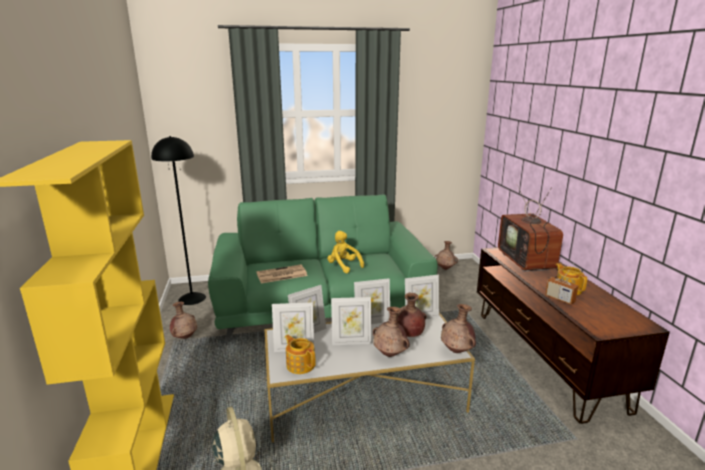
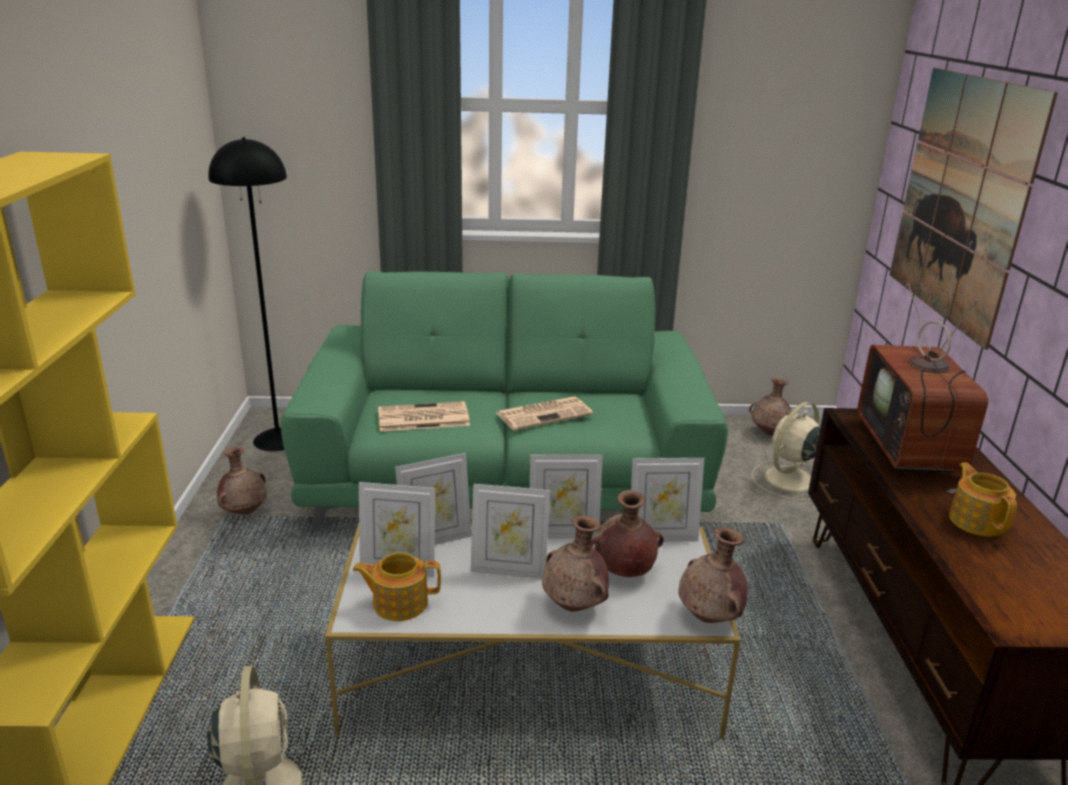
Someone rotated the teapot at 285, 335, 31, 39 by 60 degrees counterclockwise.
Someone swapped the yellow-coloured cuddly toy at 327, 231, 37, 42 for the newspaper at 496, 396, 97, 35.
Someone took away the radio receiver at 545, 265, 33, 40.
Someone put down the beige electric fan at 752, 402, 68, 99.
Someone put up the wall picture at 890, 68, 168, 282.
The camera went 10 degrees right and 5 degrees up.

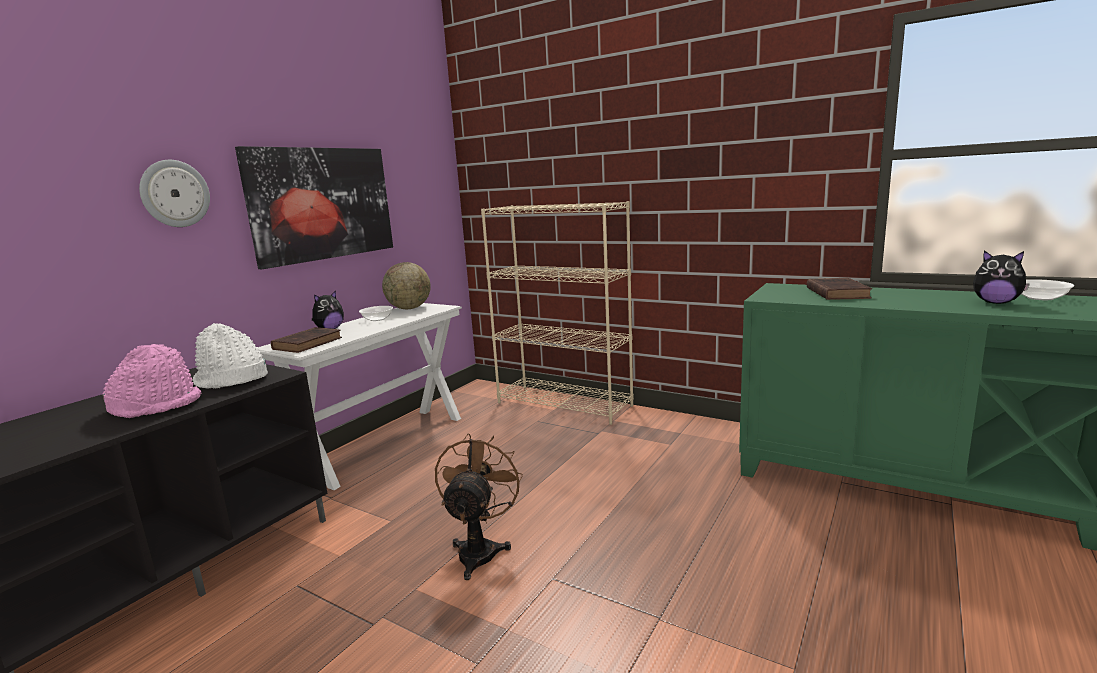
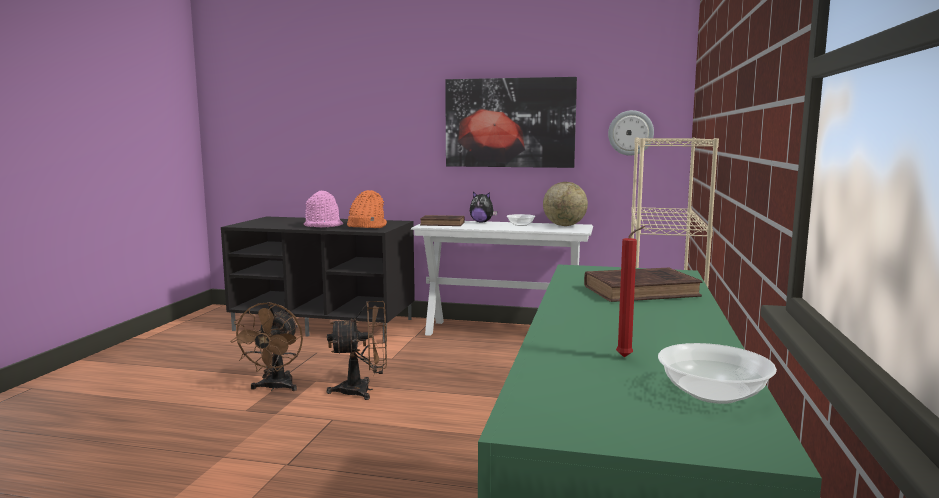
Someone carried the clock on the wall from 139, 160, 71, 67 to 608, 110, 46, 46.
Someone repainted the white-coloured hat at 193, 323, 75, 66, which became the orange hat at 347, 190, 40, 38.
Someone swapped the cuddly toy at 973, 251, 57, 53 for the red wax light at 616, 226, 29, 132.
Someone put down the brownish electric fan at 230, 302, 73, 89.
The camera went 70 degrees right and 5 degrees down.

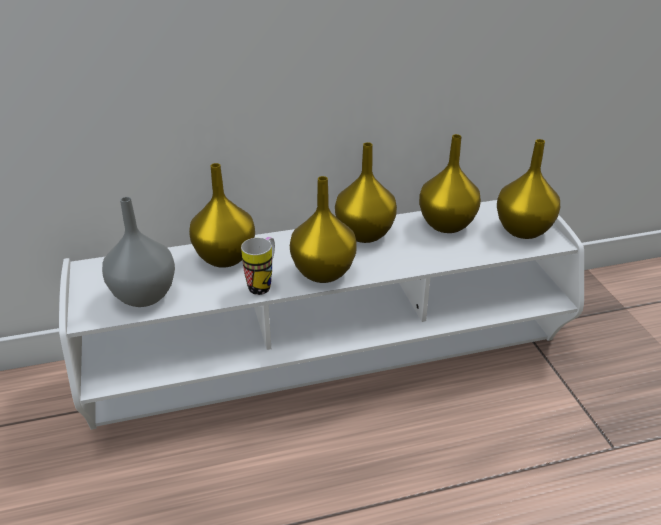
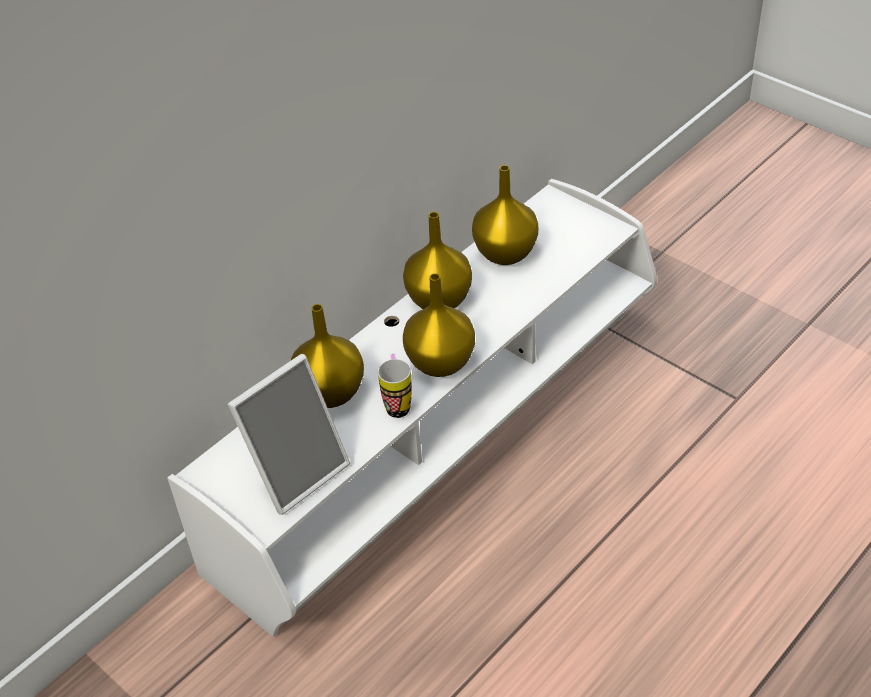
Someone swapped the gray decorative vase at 102, 197, 73, 110 for the photo frame at 228, 354, 122, 161.
Someone took away the yellow-coloured decorative vase at 497, 139, 63, 100.
The camera went 30 degrees left and 10 degrees up.

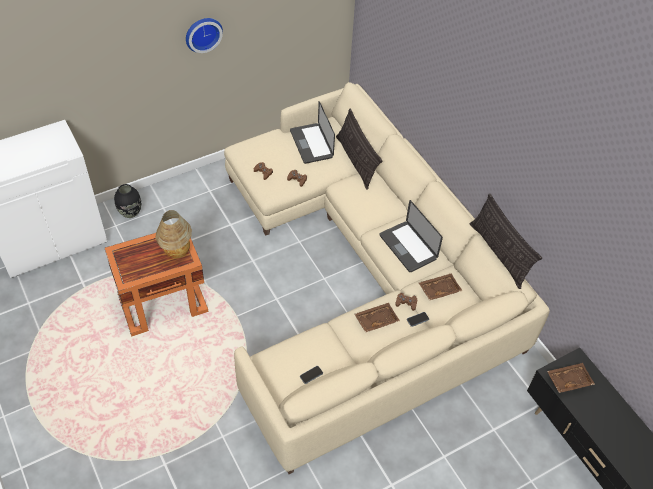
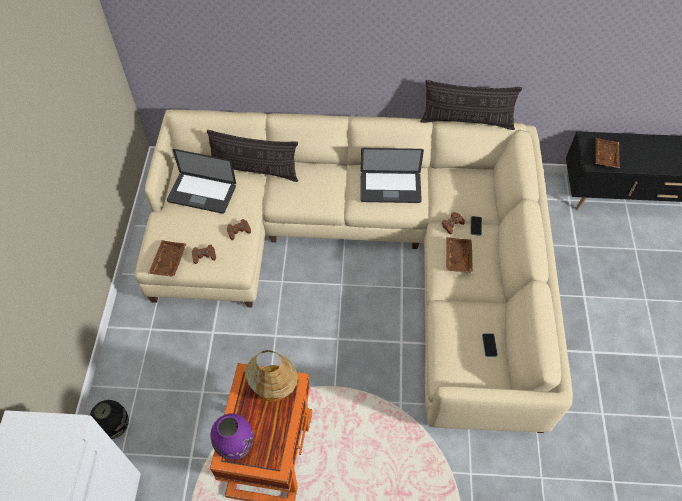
Someone took away the clock on the wall at 186, 18, 37, 35.
Someone carried the brownish serving tray from 419, 274, 43, 26 to 148, 240, 38, 37.
Someone put down the purple decorative vase at 210, 413, 43, 47.
The camera went 55 degrees left and 5 degrees up.

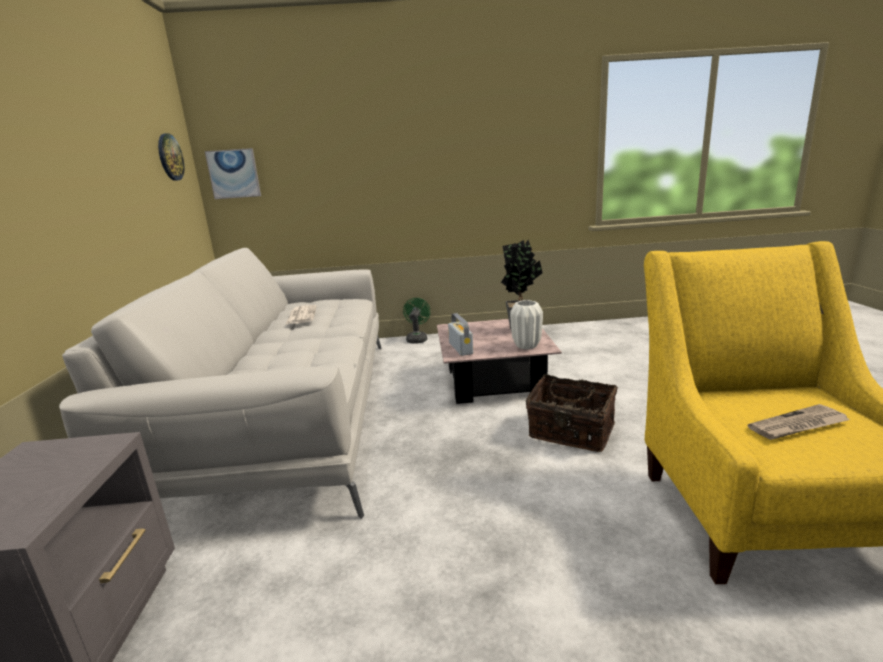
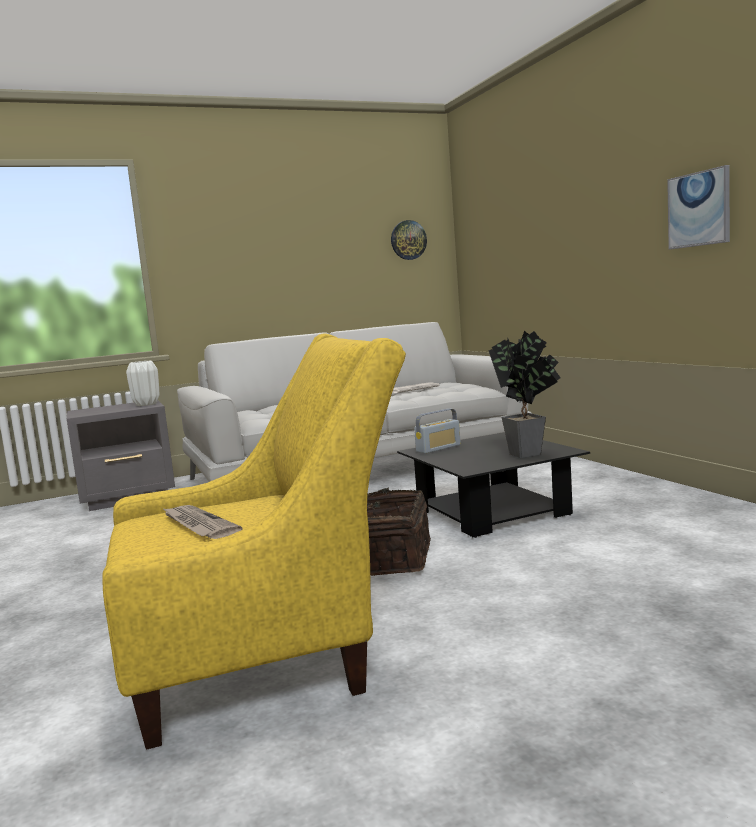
Someone carried the wall picture from 205, 148, 56, 51 to 667, 165, 63, 84.
Someone took away the greenish electric fan at 403, 298, 28, 45.
Someone repainted the pinkish coffee table at 437, 319, 125, 85, which became the black-coloured coffee table at 397, 432, 193, 106.
Someone carried the white-coloured decorative vase from 510, 300, 33, 49 to 126, 361, 33, 45.
The camera went 70 degrees right and 10 degrees down.

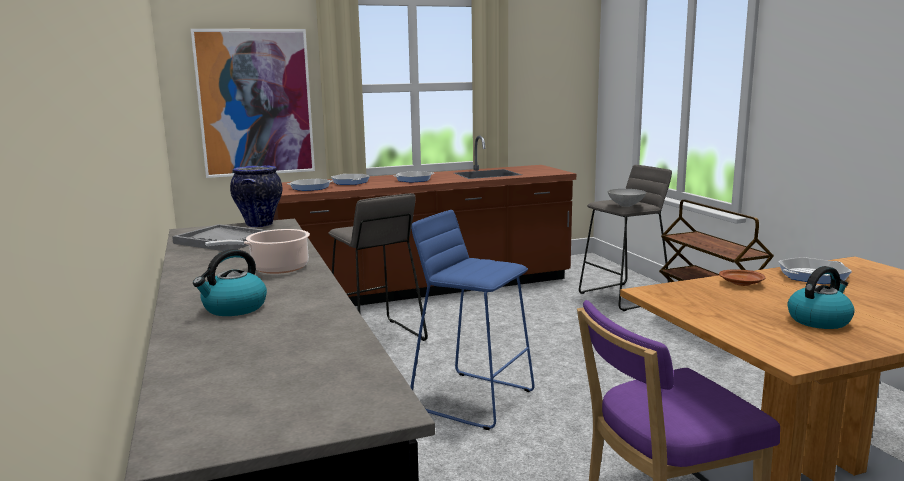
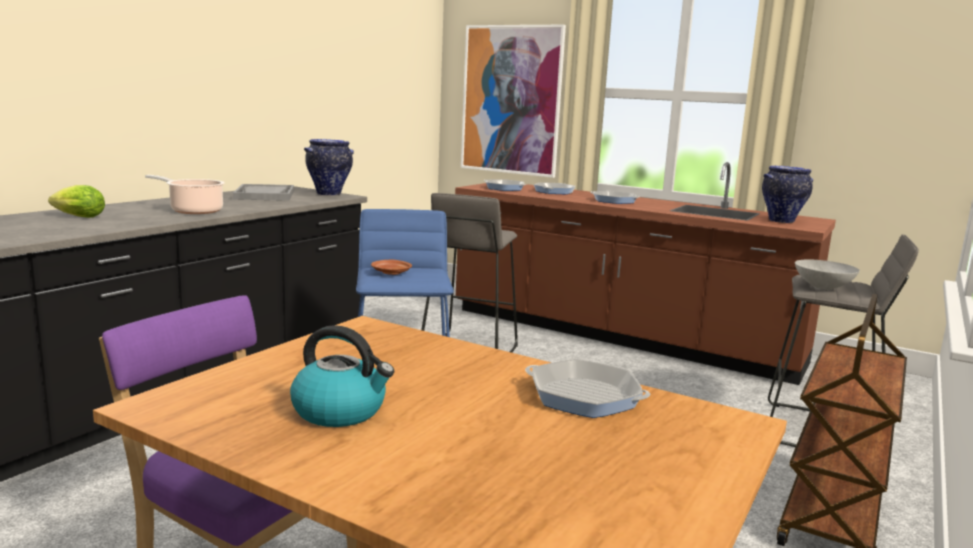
Someone swapped the kettle at 193, 249, 74, 67 for the head of lettuce at 48, 185, 57, 33.
Someone carried the brownish plate from 719, 270, 47, 16 to 371, 260, 41, 15.
Someone put down the decorative vase at 762, 166, 51, 57.
The camera went 50 degrees right and 0 degrees up.

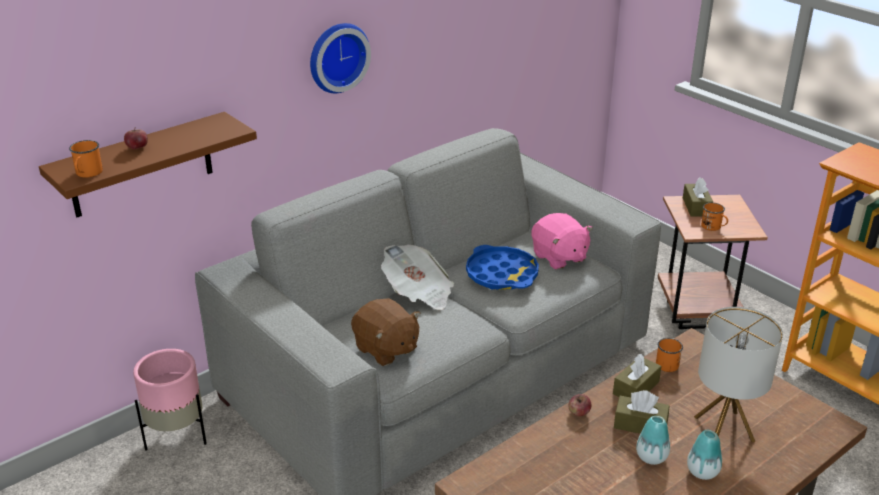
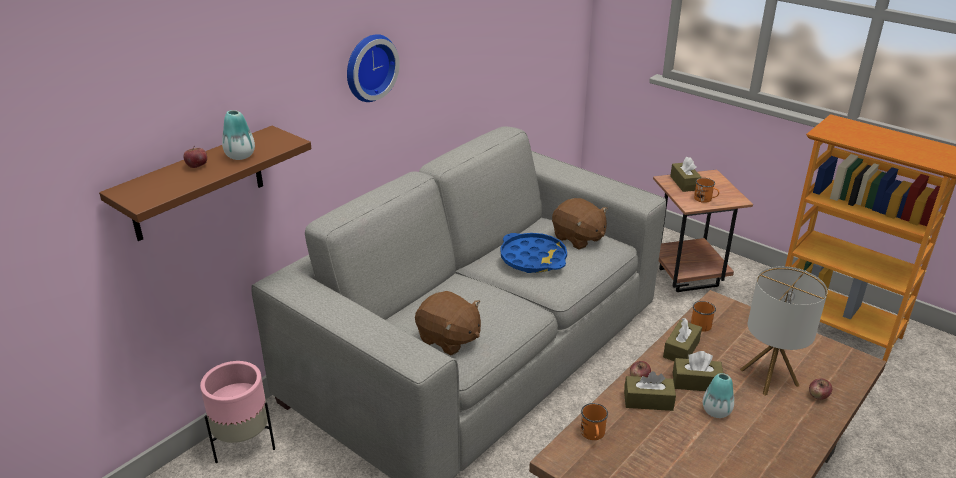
Someone carried the orange coffee mug from 69, 140, 34, 37 to 581, 403, 27, 37.
Someone took away the newspaper at 381, 245, 73, 65.
Someone repainted the pinkish cuddly toy at 531, 213, 62, 57, which became the brownish cuddly toy at 552, 198, 56, 52.
Someone carried the decorative vase from 687, 430, 35, 50 to 222, 110, 33, 50.
Someone put down the brownish box of tissues at 624, 371, 52, 40.
Someone put down the whole apple at 809, 378, 23, 22.
The camera went 10 degrees left and 0 degrees up.

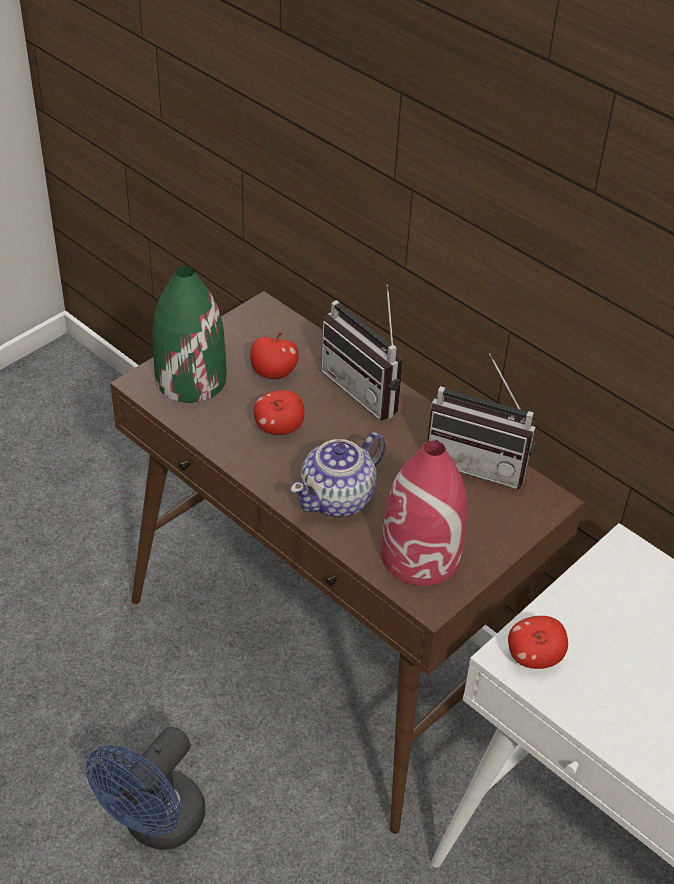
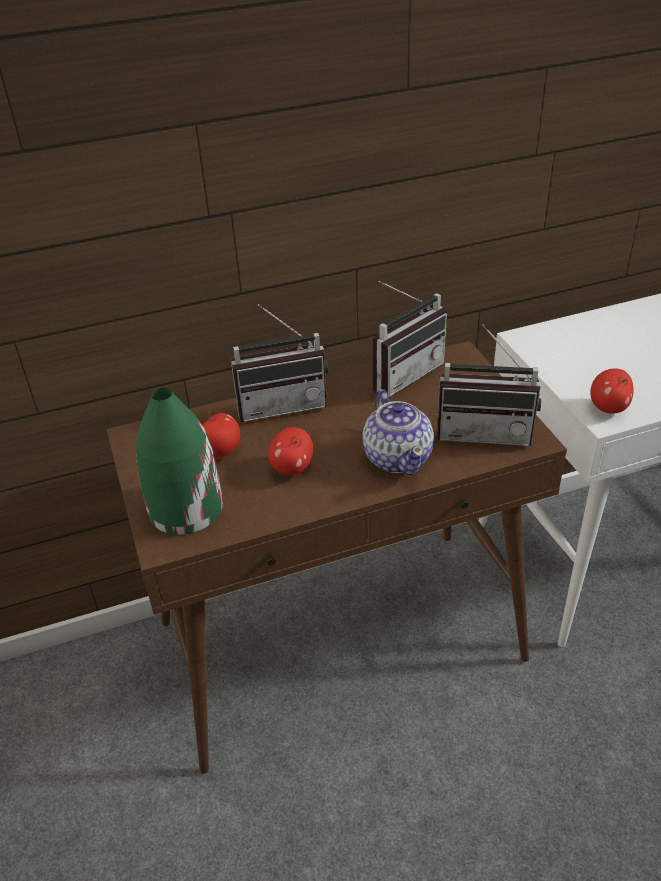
Someone took away the blue-coloured electric fan at 86, 727, 119, 123.
Someone swapped the red decorative vase at 381, 440, 86, 146 for the radio receiver at 437, 324, 104, 122.
The camera went 60 degrees left and 5 degrees down.

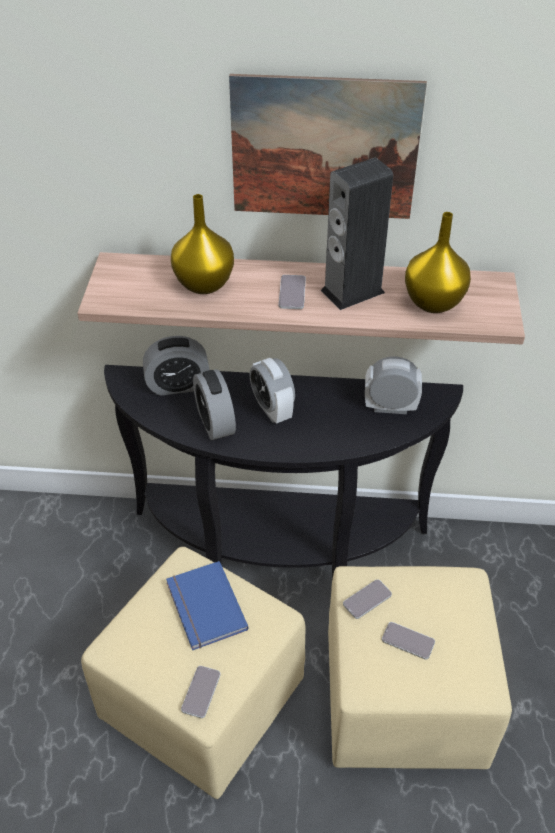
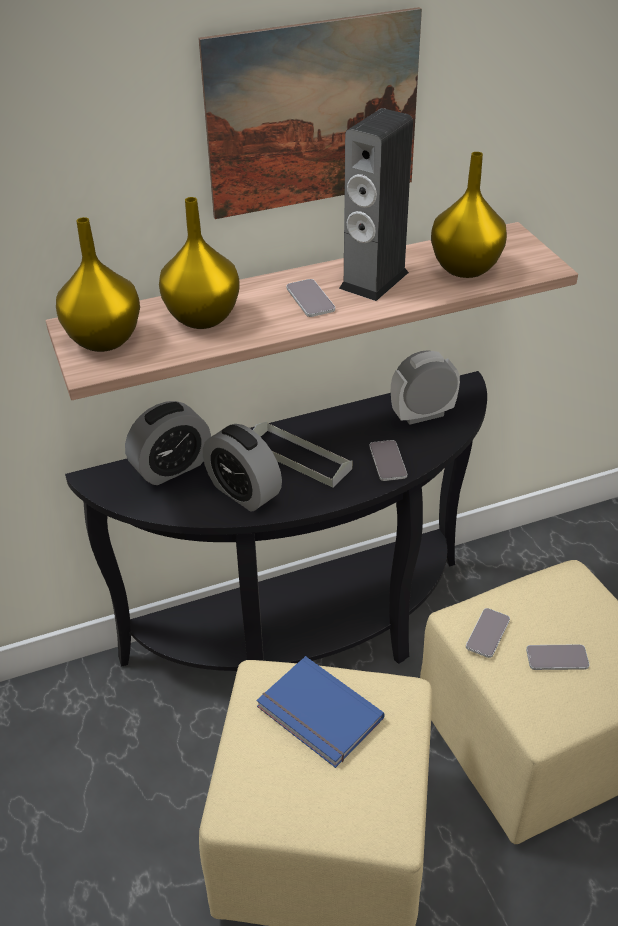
Someone carried the phone from 181, 666, 40, 52 to 369, 440, 38, 41.
Someone swapped the bedside clock at 249, 358, 46, 66 for the gray serving tray at 253, 422, 99, 66.
Someone put down the yellow-coloured decorative vase at 56, 217, 84, 135.
The camera went 25 degrees left and 5 degrees down.

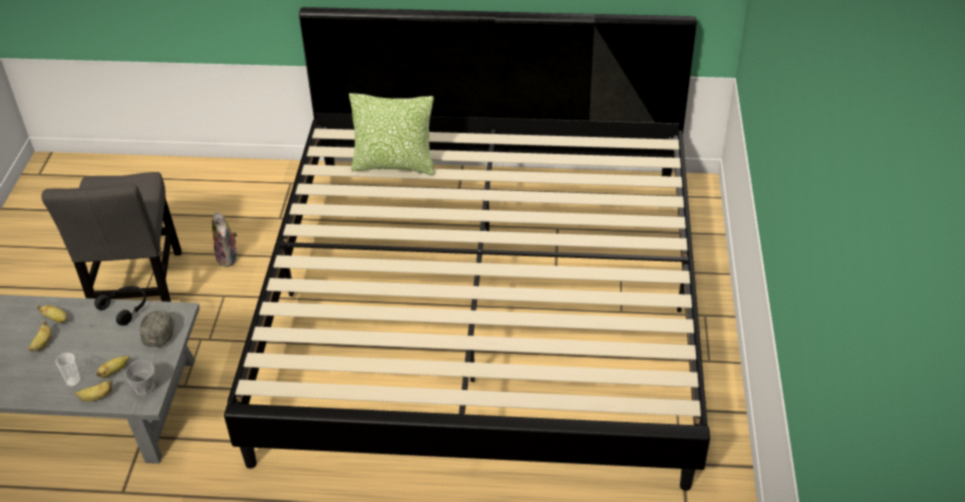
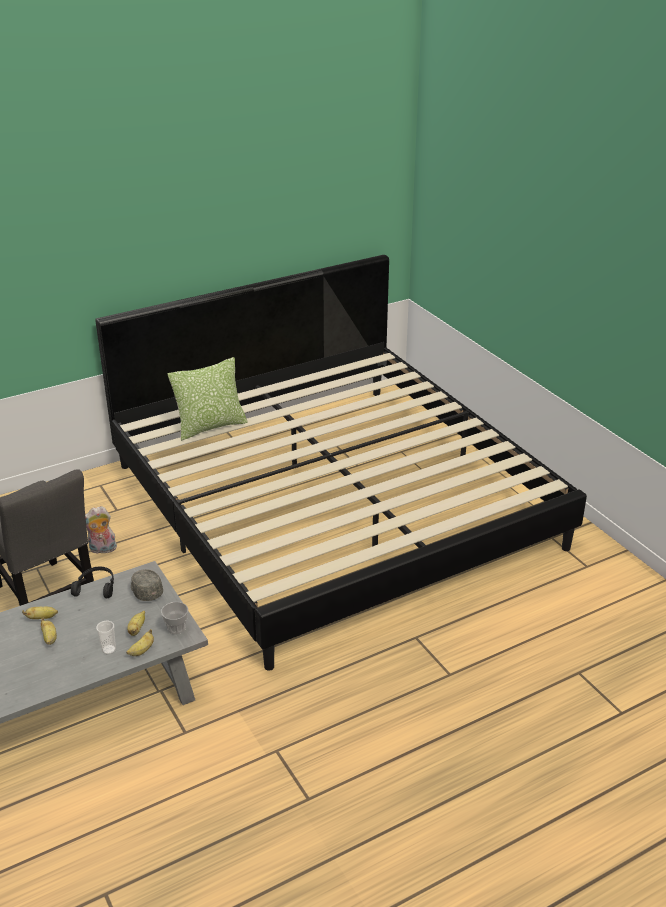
Someone rotated the cuddly toy at 212, 212, 25, 55 by 135 degrees clockwise.
The camera went 35 degrees left and 10 degrees down.

